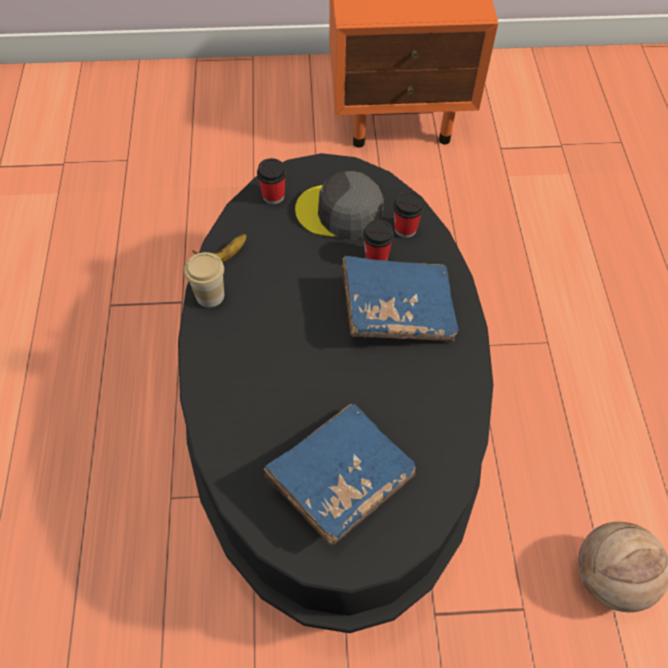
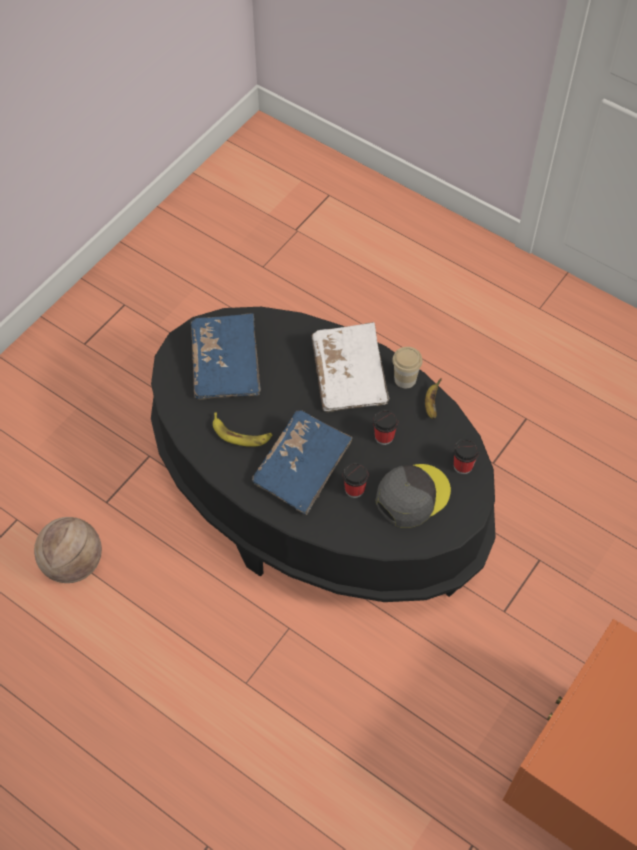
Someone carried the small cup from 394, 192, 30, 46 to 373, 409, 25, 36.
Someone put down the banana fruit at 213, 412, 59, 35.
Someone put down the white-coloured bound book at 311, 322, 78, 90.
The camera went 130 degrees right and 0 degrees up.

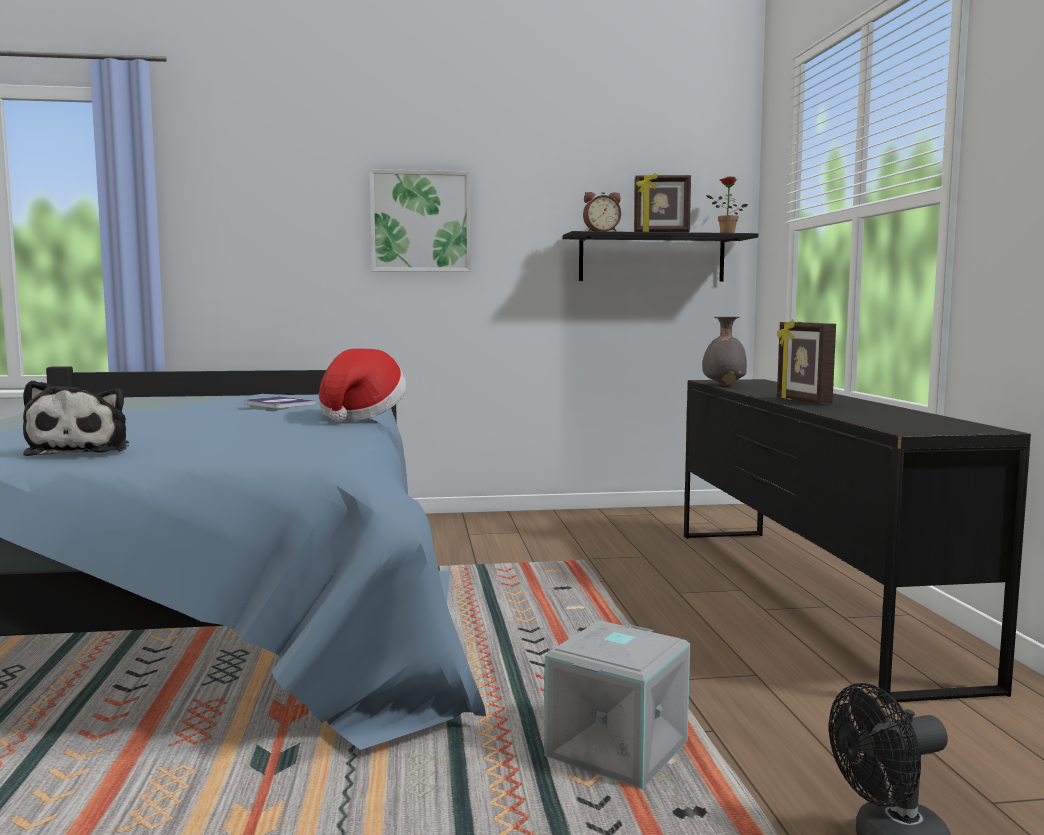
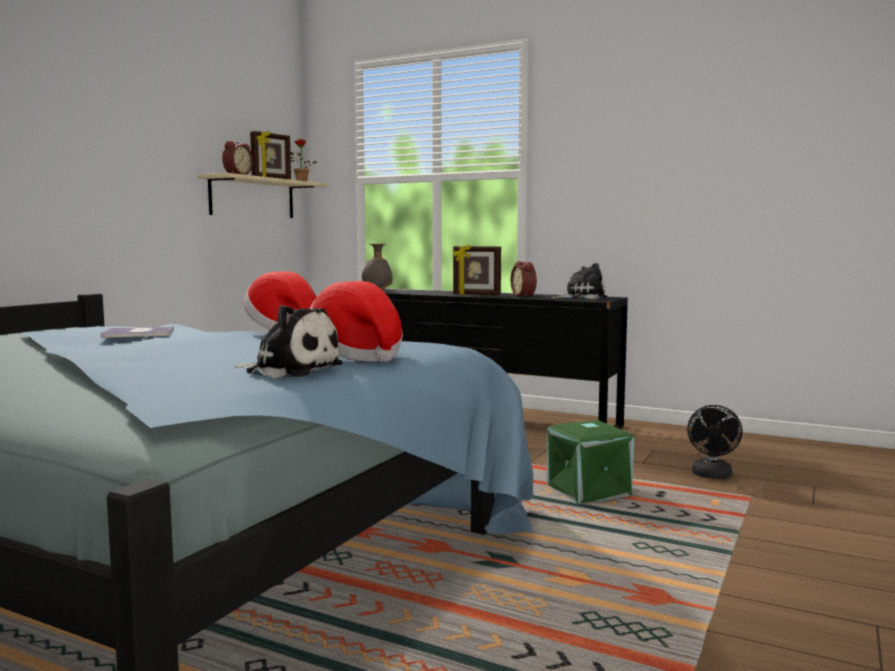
Someone took away the wall picture at 369, 169, 102, 103.
Someone repainted the gray storage box at 544, 620, 146, 169, which became the greenish storage box at 547, 420, 87, 84.
Someone repainted the black-coloured wall shelf at 563, 231, 195, 51, which became the beige wall shelf at 197, 173, 130, 45.
Someone put down the hat at 310, 281, 93, 81.
Someone put down the bedside clock at 511, 261, 26, 36.
Someone put down the cuddly toy at 552, 263, 55, 36.
The camera went 55 degrees left and 0 degrees up.

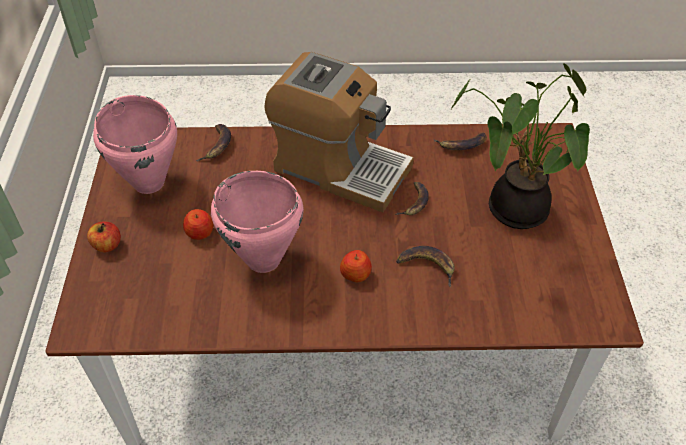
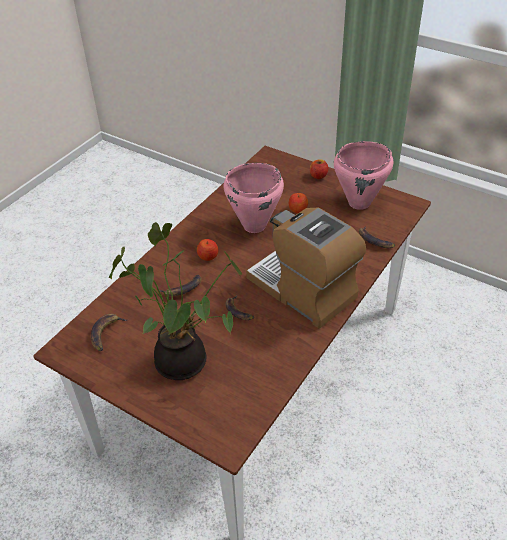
Someone rotated the coffee maker at 264, 52, 150, 160 by 75 degrees clockwise.
Someone carried the banana fruit from 434, 132, 53, 18 to 91, 314, 36, 37.
The camera went 125 degrees right and 5 degrees down.

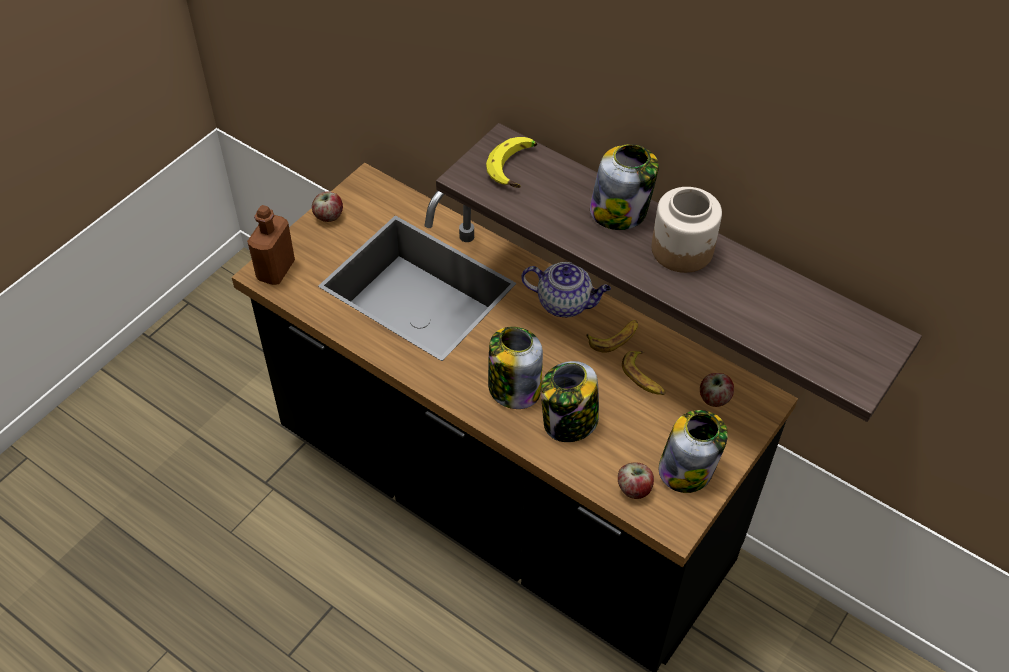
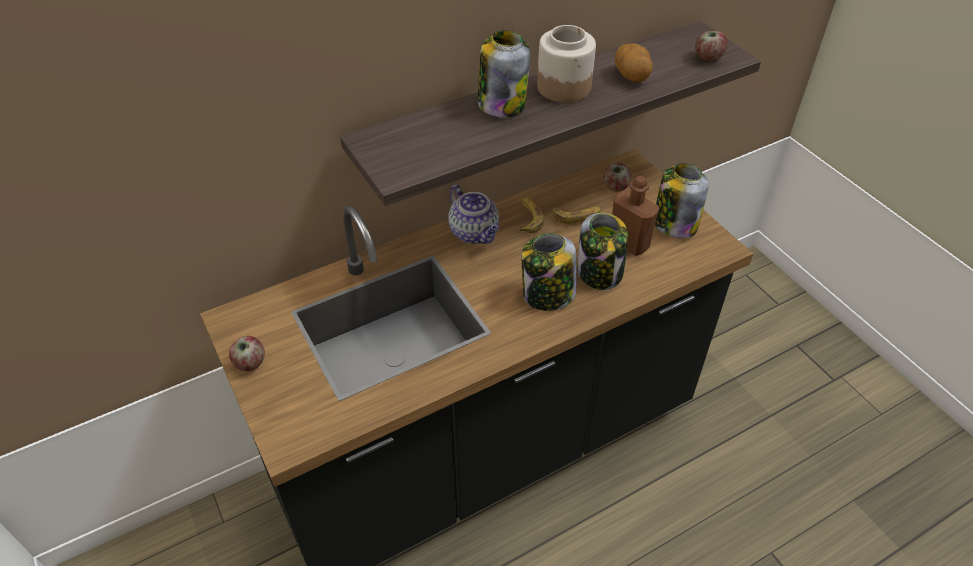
Someone carried the brownish bottle from 247, 205, 48, 80 to 612, 176, 47, 80.
Someone took away the banana fruit at 486, 137, 51, 51.
Someone rotated the teapot at 521, 262, 90, 55 by 105 degrees clockwise.
Someone carried the whole apple from 618, 463, 36, 36 to 695, 31, 32, 31.
Someone put down the whole potato at 615, 43, 37, 40.
The camera went 65 degrees left and 5 degrees down.

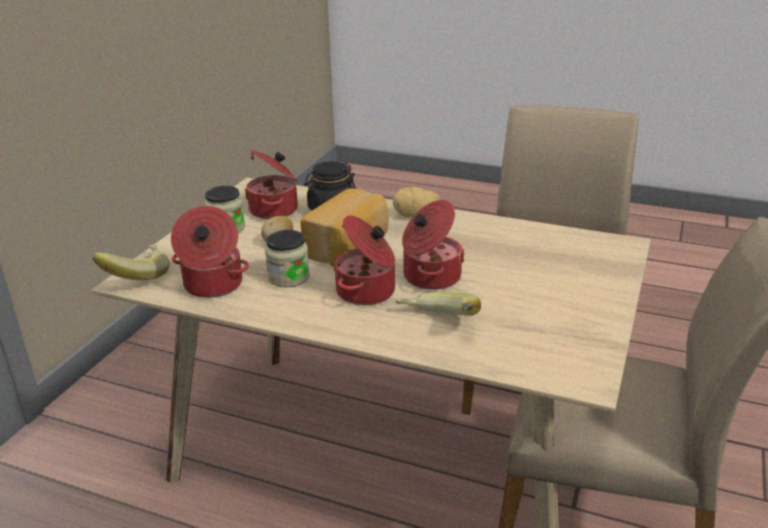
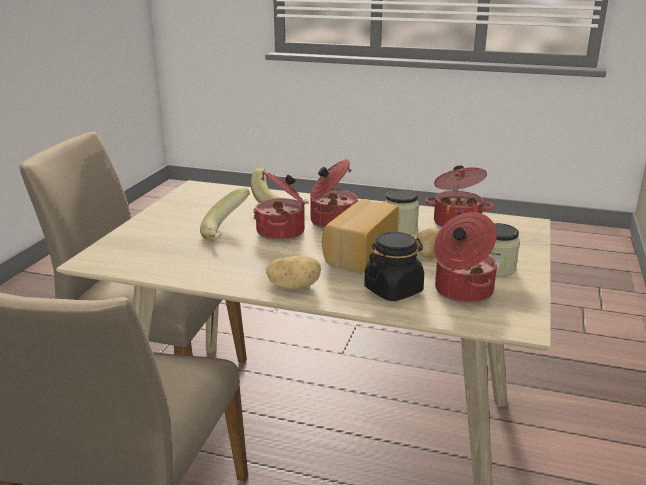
Someone carried the banana fruit from 93, 245, 77, 35 to 200, 188, 50, 51.
The camera went 175 degrees right and 5 degrees down.

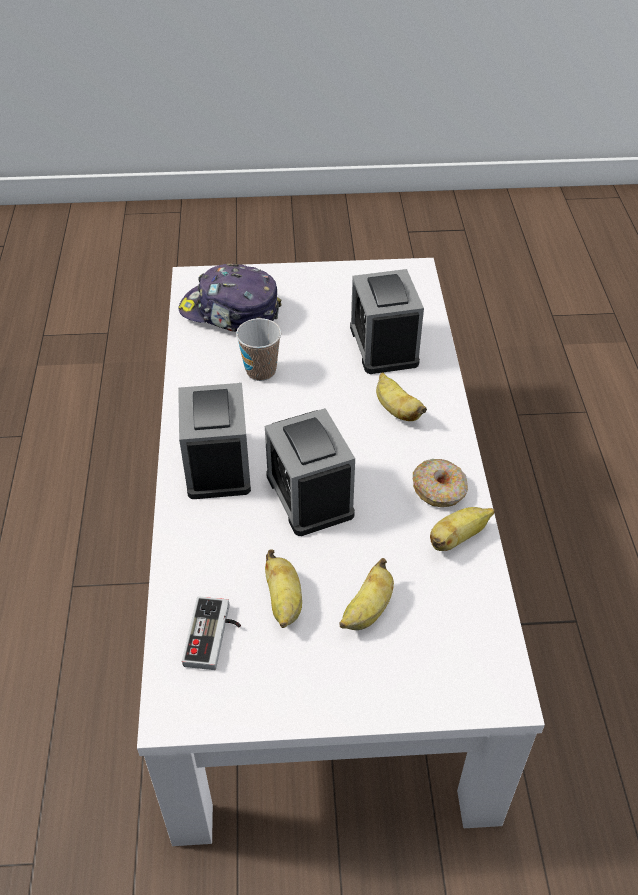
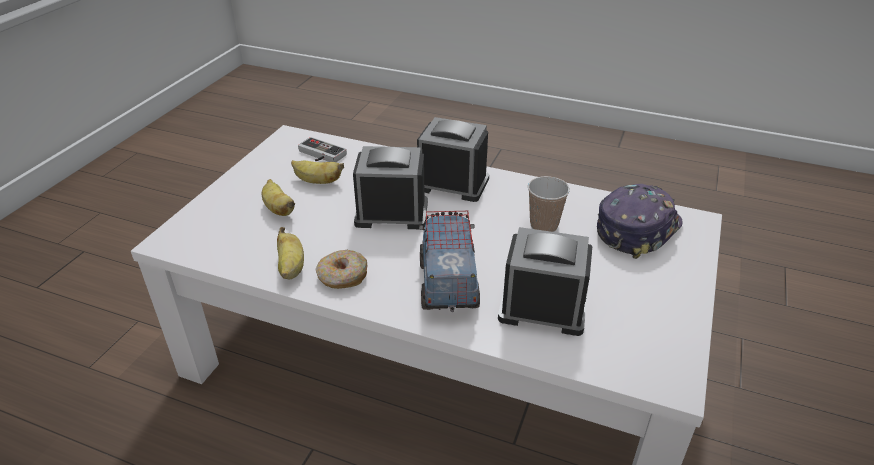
Someone swapped the banana fruit at 376, 373, 51, 48 for the toy lorry at 419, 211, 61, 101.
The camera went 115 degrees right and 10 degrees down.

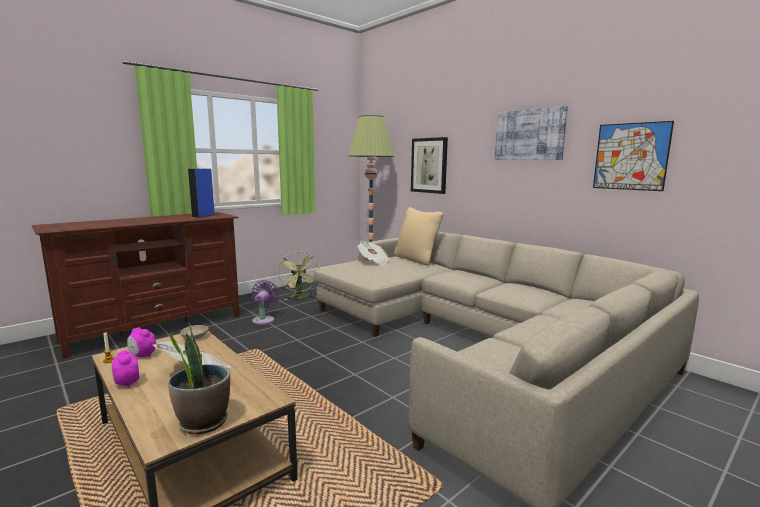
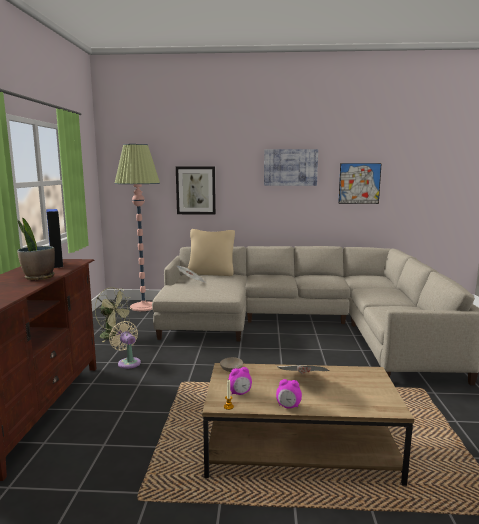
Someone carried the potted plant from 165, 323, 65, 112 to 17, 218, 38, 62.
Someone repainted the purple electric fan at 252, 280, 28, 45, which became the beige electric fan at 109, 321, 32, 48.
The camera went 45 degrees left and 0 degrees up.

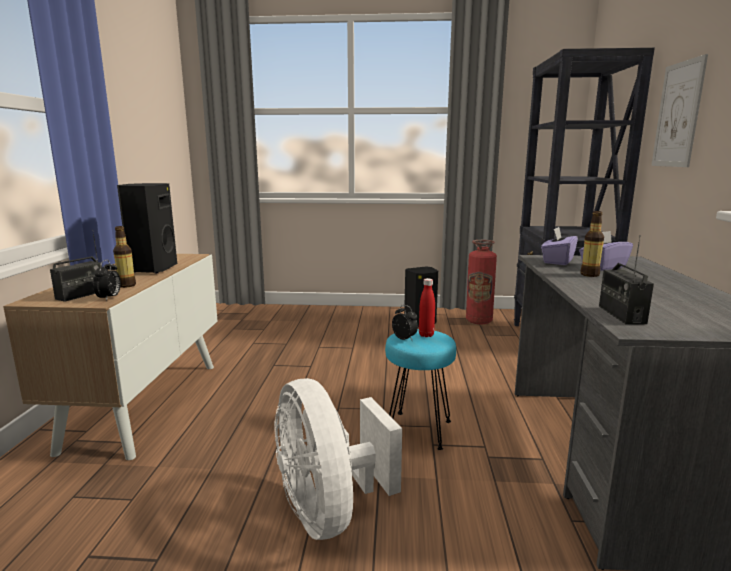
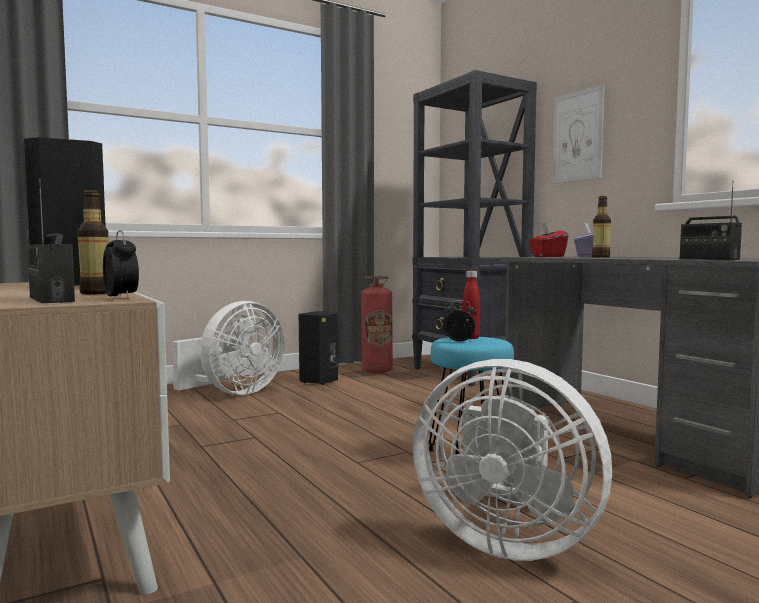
Someone rotated the radio receiver at 50, 233, 52, 69 by 150 degrees clockwise.
Someone repainted the purple box of tissues at 541, 227, 37, 38, which became the red box of tissues at 529, 223, 40, 34.
Someone put down the white-coloured electric fan at 172, 301, 112, 94.
The camera went 35 degrees left and 10 degrees down.

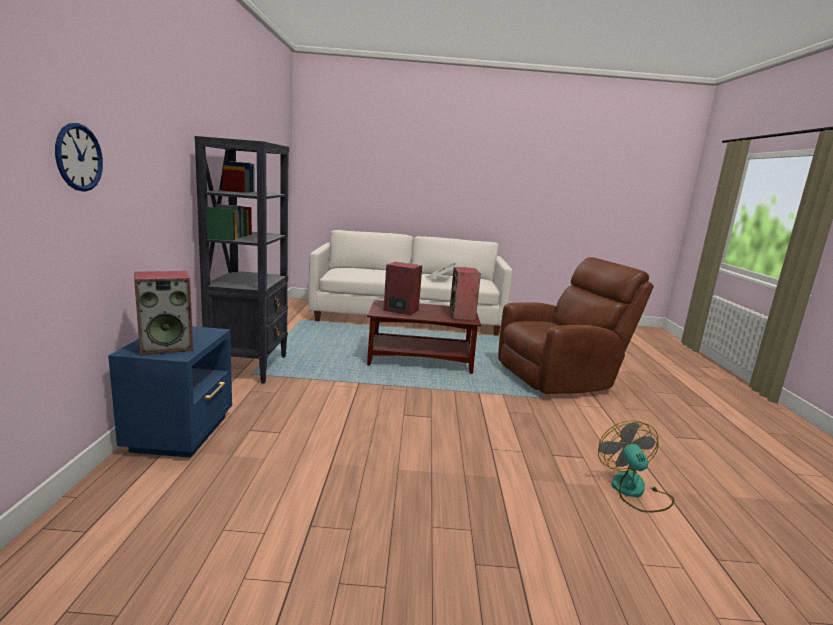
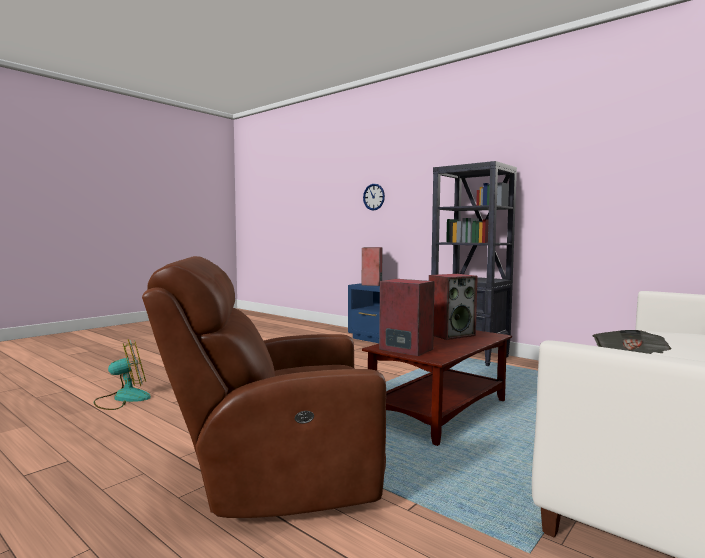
Someone rotated the brownish armchair at 498, 257, 156, 137 by 60 degrees clockwise.
Someone rotated the electric fan at 598, 421, 77, 92 by 60 degrees counterclockwise.
The camera went 130 degrees right and 10 degrees down.

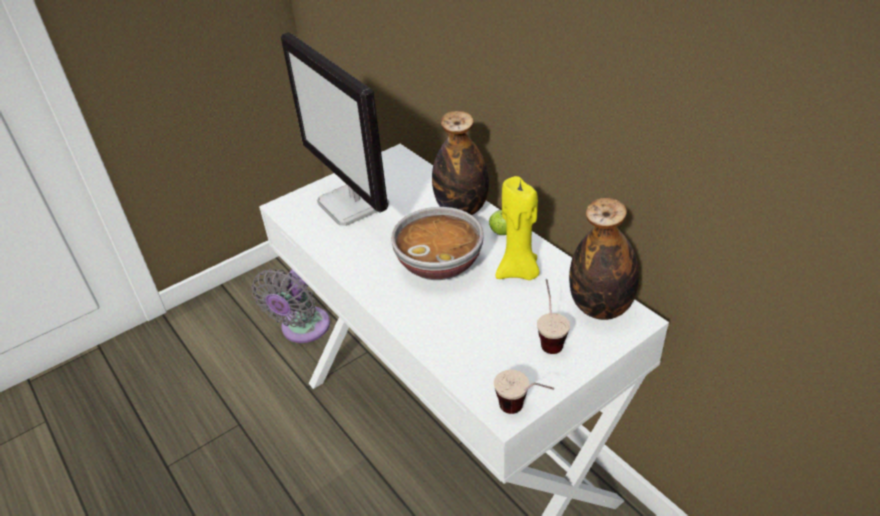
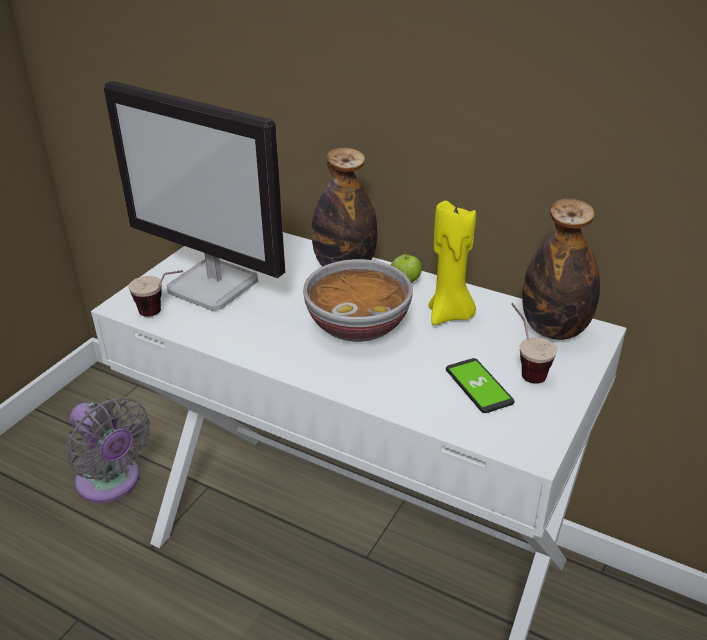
Someone rotated the gray electric fan at 252, 269, 78, 74 by 45 degrees counterclockwise.
Someone carried the small cup from 494, 370, 60, 44 to 128, 270, 55, 47.
Someone put down the phone at 446, 358, 68, 55.
The camera went 25 degrees left and 5 degrees down.

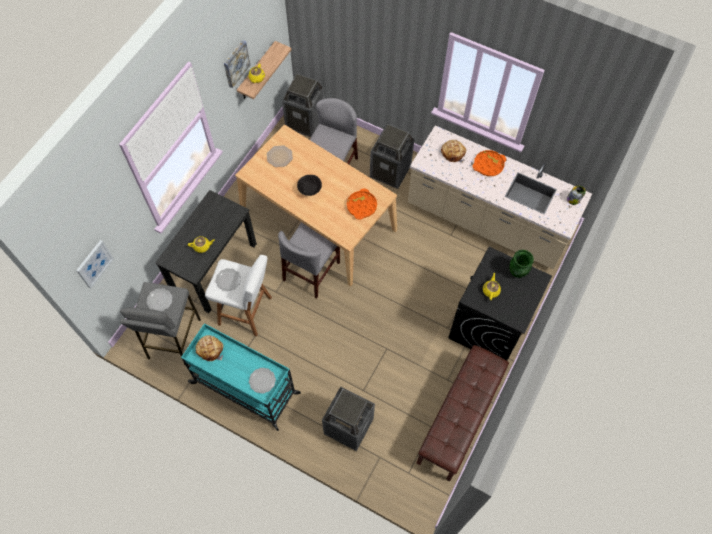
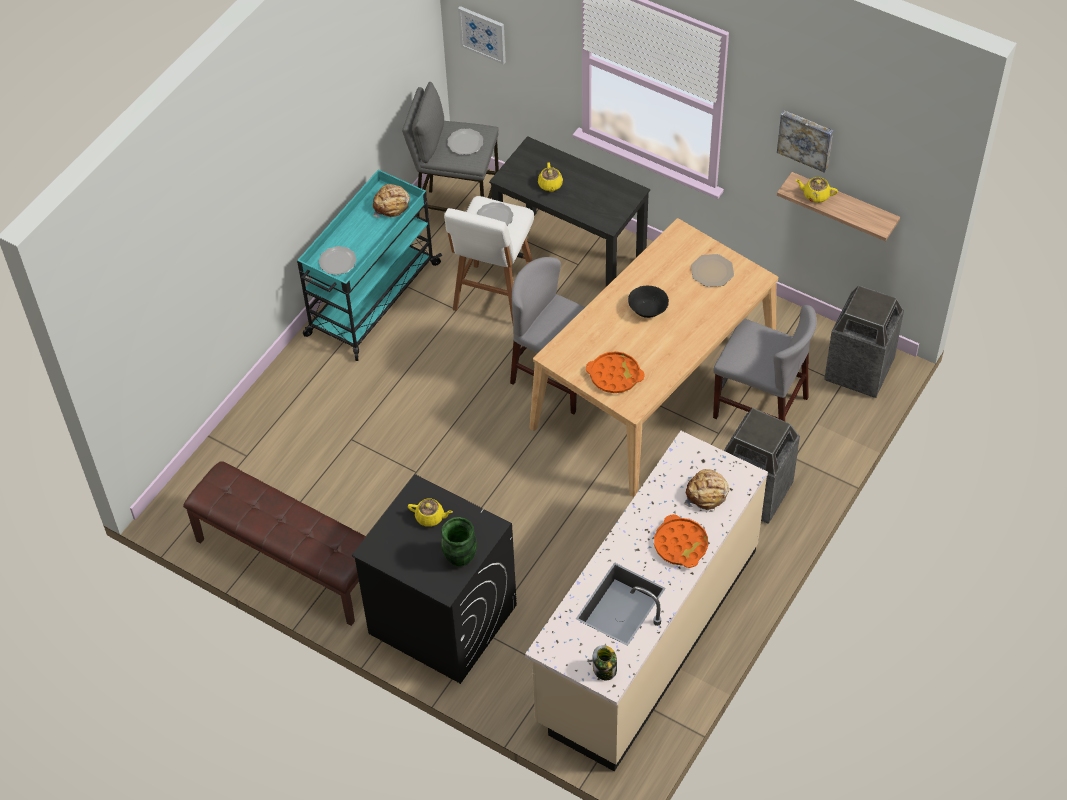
Someone took away the rubbish bin at 322, 386, 53, 65.
The camera went 95 degrees right and 10 degrees down.

